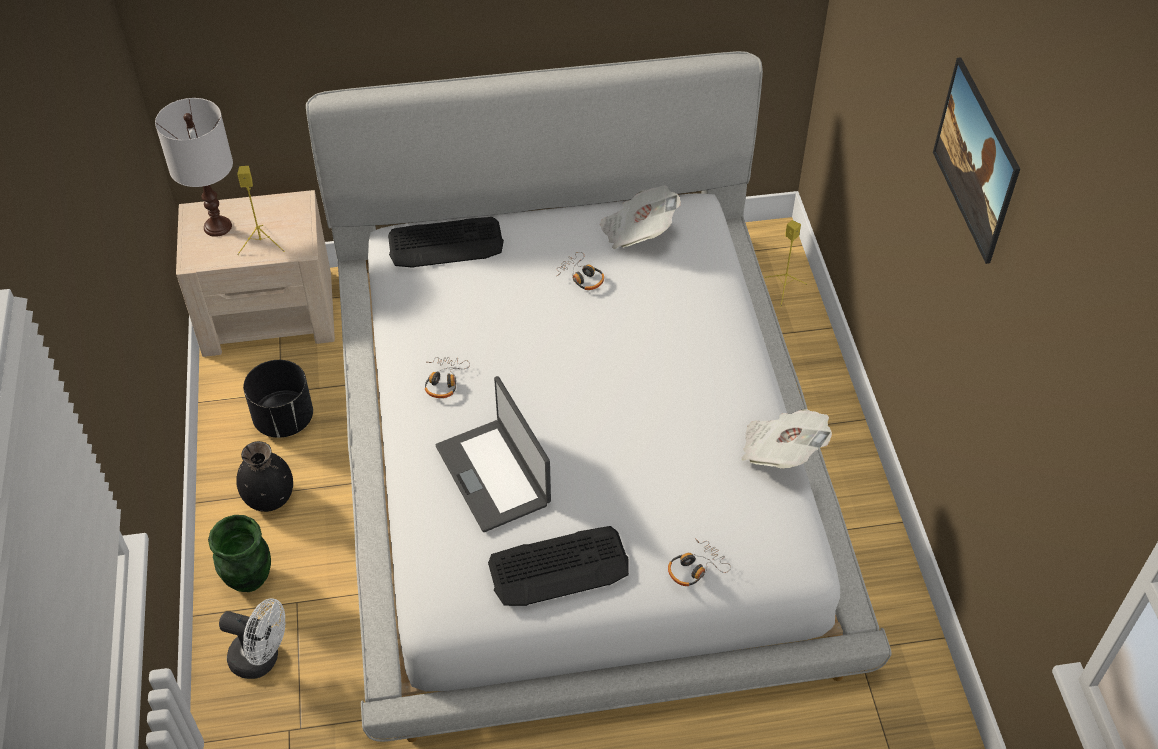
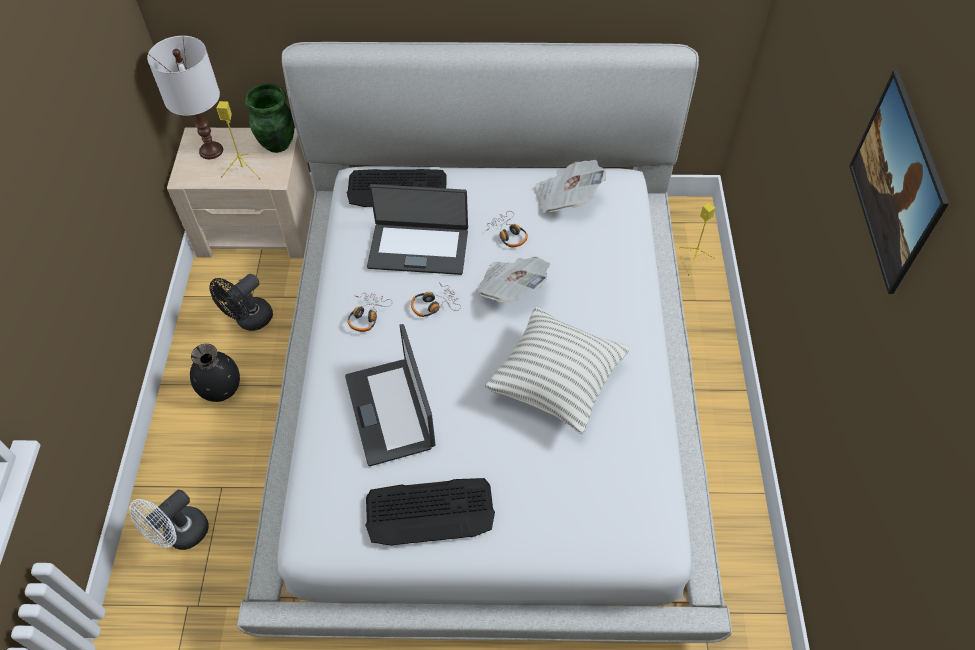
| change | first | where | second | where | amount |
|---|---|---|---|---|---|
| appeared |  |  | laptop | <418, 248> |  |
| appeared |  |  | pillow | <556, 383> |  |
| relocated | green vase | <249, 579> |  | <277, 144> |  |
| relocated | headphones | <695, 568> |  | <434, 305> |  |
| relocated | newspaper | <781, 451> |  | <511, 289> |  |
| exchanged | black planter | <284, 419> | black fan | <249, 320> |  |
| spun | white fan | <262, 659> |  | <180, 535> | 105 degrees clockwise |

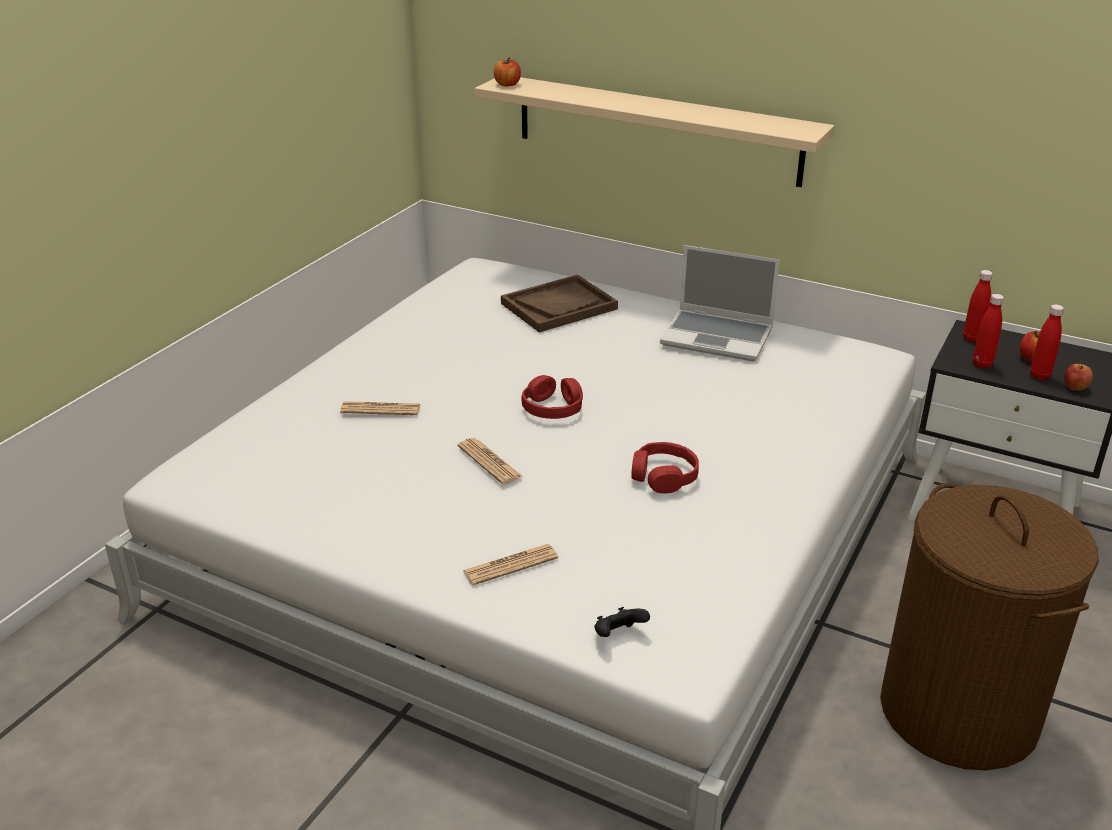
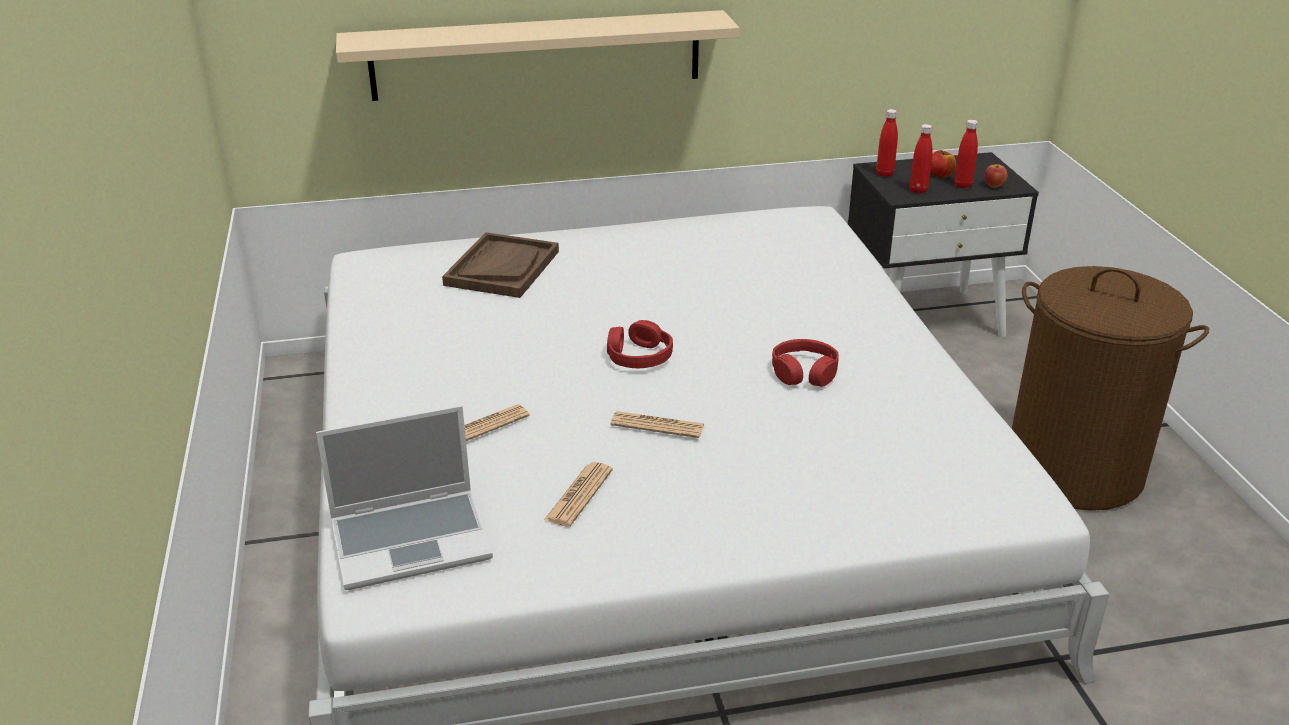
| change | first | where | second | where | amount |
|---|---|---|---|---|---|
| missing | apple | <507, 84> |  |  |  |
| missing | black game controller | <618, 635> |  |  |  |
| relocated | newspaper | <510, 565> |  | <579, 495> |  |
| relocated | laptop | <718, 337> |  | <412, 539> |  |

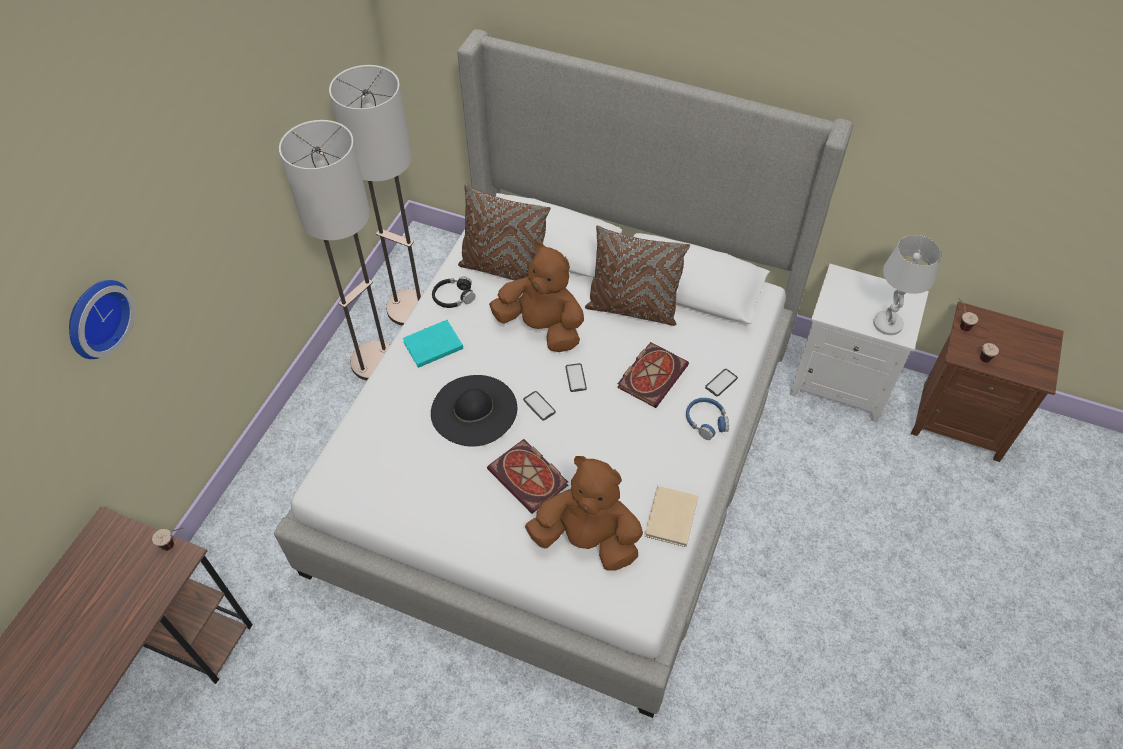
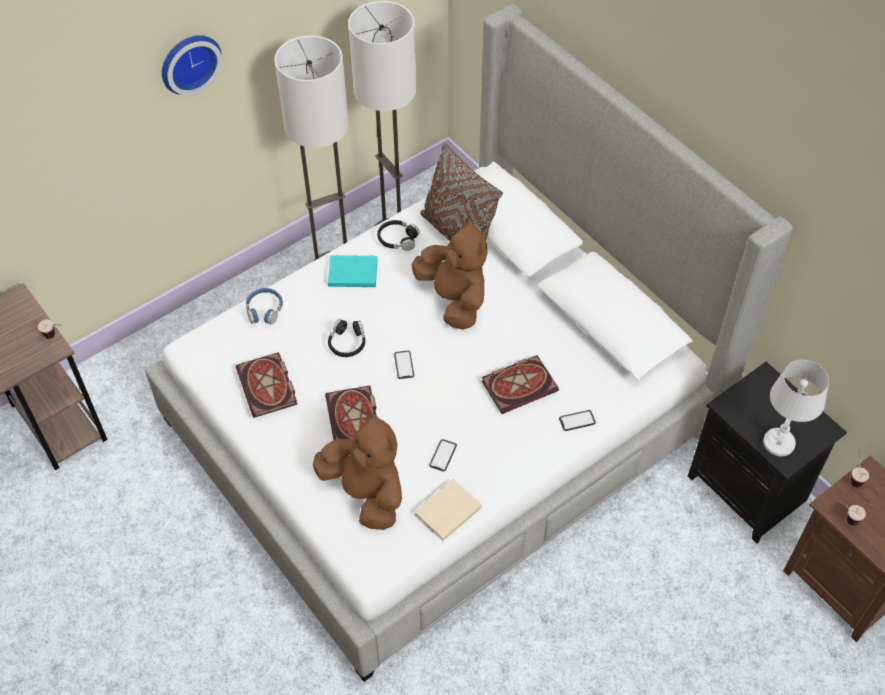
| change | first | where | second | where | amount |
|---|---|---|---|---|---|
| missing | brown pillow | <632, 308> |  |  |  |
| appeared |  |  | book | <268, 387> |  |
| relocated | wall clock | <95, 317> |  | <188, 62> |  |
| relocated | phone | <575, 378> |  | <443, 455> |  |
| relocated | blue headphones | <706, 421> |  | <264, 310> |  |
| exchanged | black hat | <474, 410> | black headphones | <347, 343> |  |
| colour | white nightstand | <842, 382> | black nightstand | <750, 489> |  |

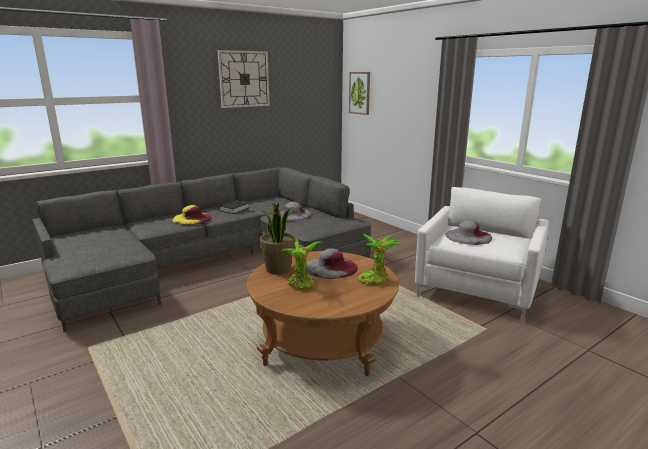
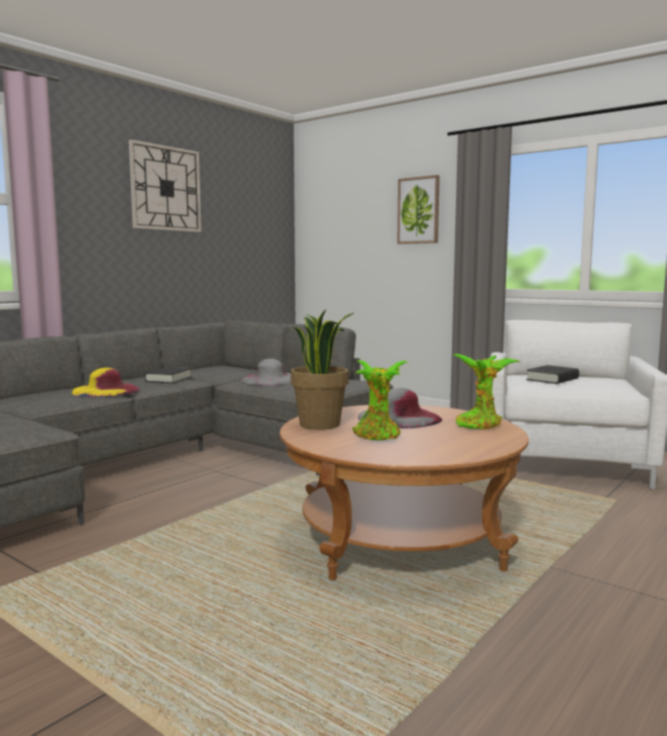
| change | first | where | second | where | amount |
|---|---|---|---|---|---|
| relocated | picture | <360, 93> |  | <418, 210> |  |
| exchanged | grey hat | <468, 236> | black book | <552, 379> |  |

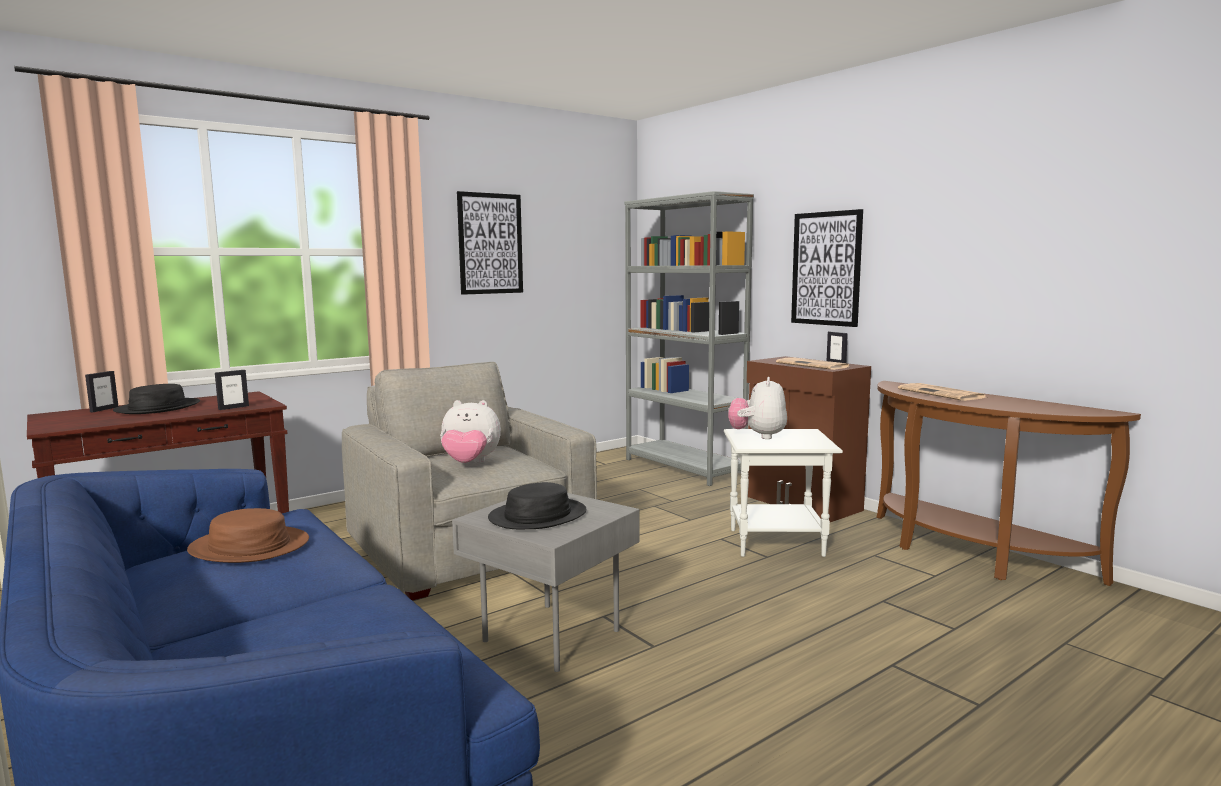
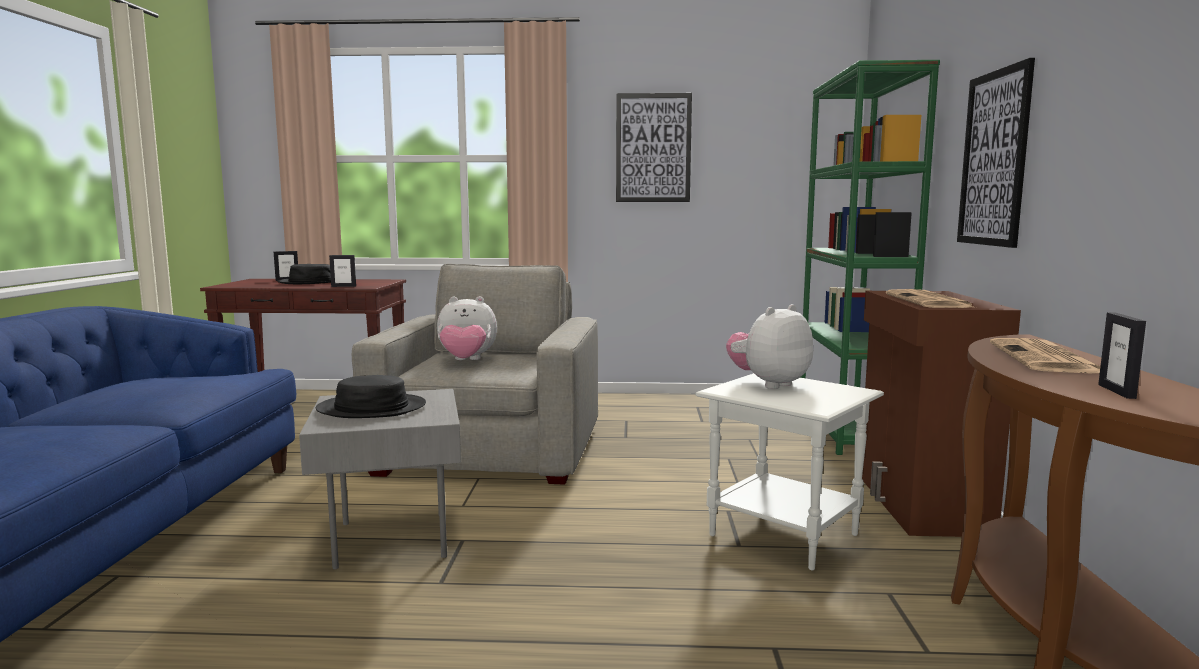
| change | first | where | second | where | amount |
|---|---|---|---|---|---|
| missing | brown hat | <249, 547> |  |  |  |
| relocated | picture frame | <836, 362> |  | <1117, 391> |  |
| colour | grey bookcase | <684, 467> | green bookcase | <848, 429> |  |
| spun | plush toy | <470, 464> |  | <466, 361> | 45 degrees counterclockwise |

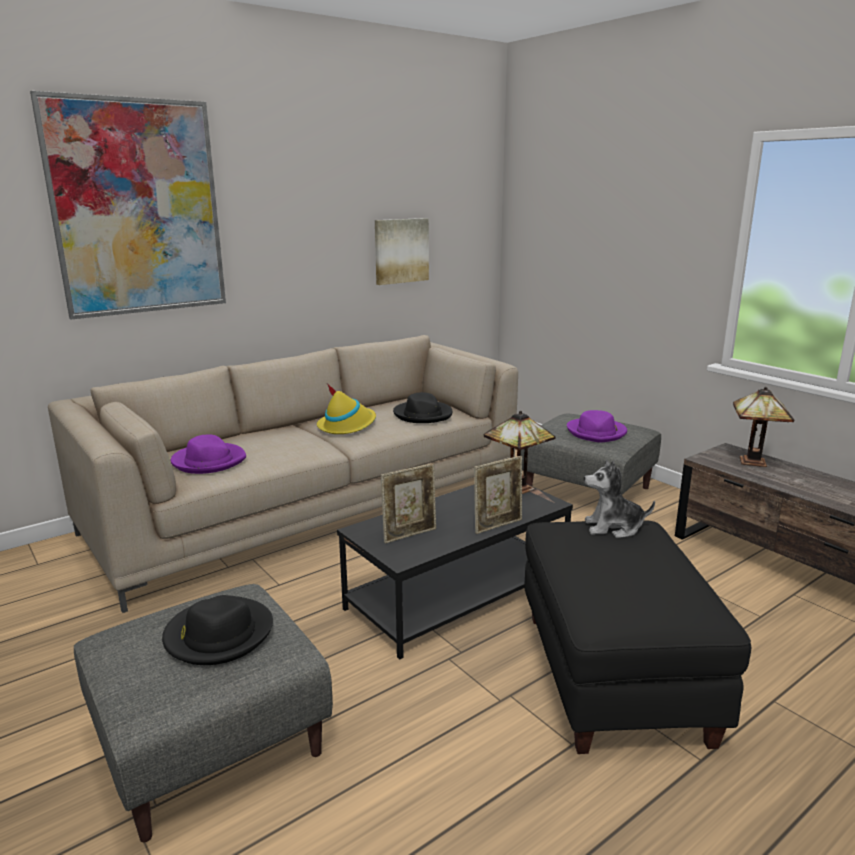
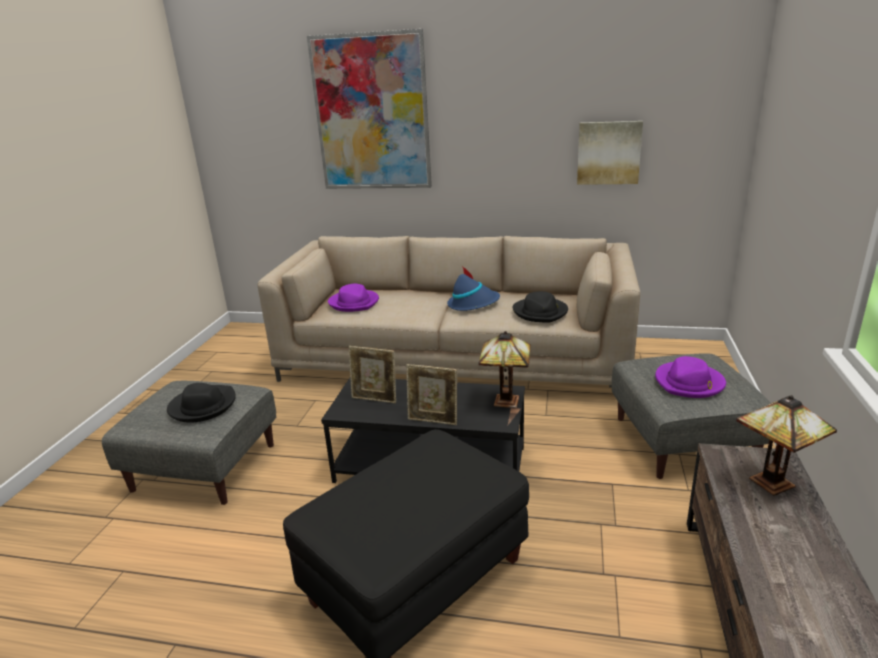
| change | first | where | second | where | amount |
|---|---|---|---|---|---|
| missing | plush toy | <613, 528> |  |  |  |
| colour | yellow hat | <347, 425> | blue hat | <473, 304> |  |

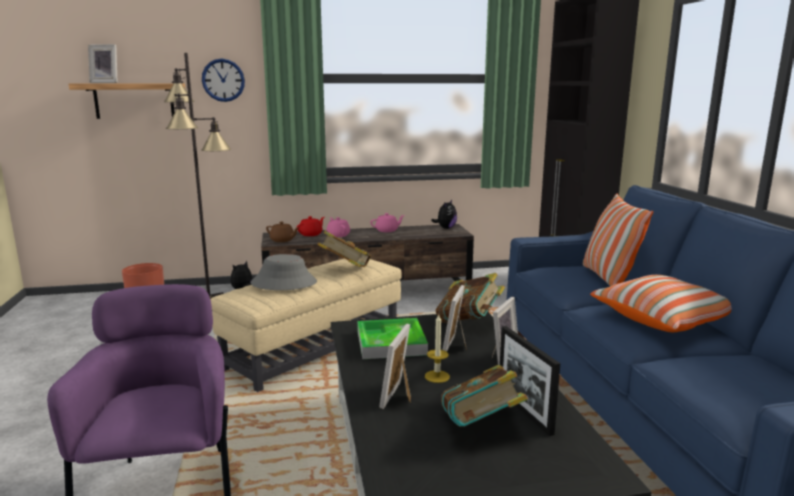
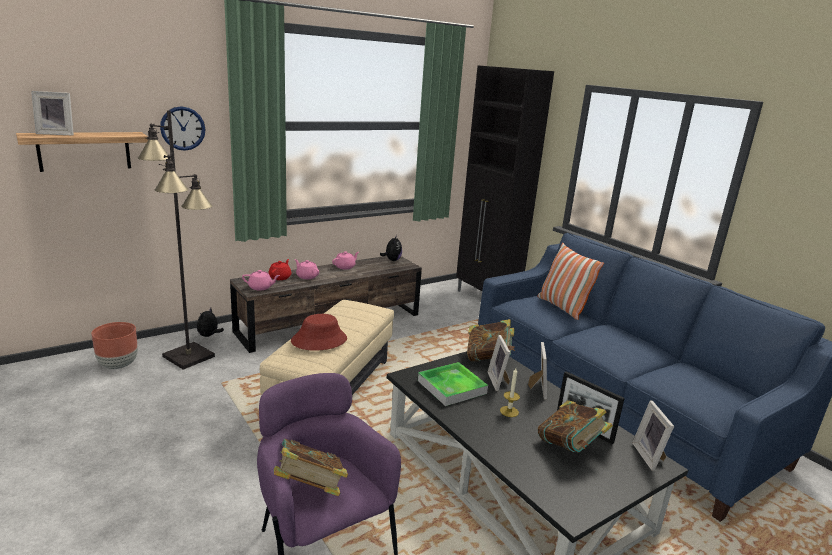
| change | first | where | second | where | amount |
|---|---|---|---|---|---|
| missing | pillow | <663, 319> |  |  |  |
| relocated | book | <345, 269> |  | <308, 489> |  |
| relocated | picture frame | <400, 396> |  | <650, 456> |  |
| colour | grey hat | <284, 283> | red hat | <319, 340> |  |
| colour | brown teapot | <282, 240> | pink teapot | <260, 287> |  |

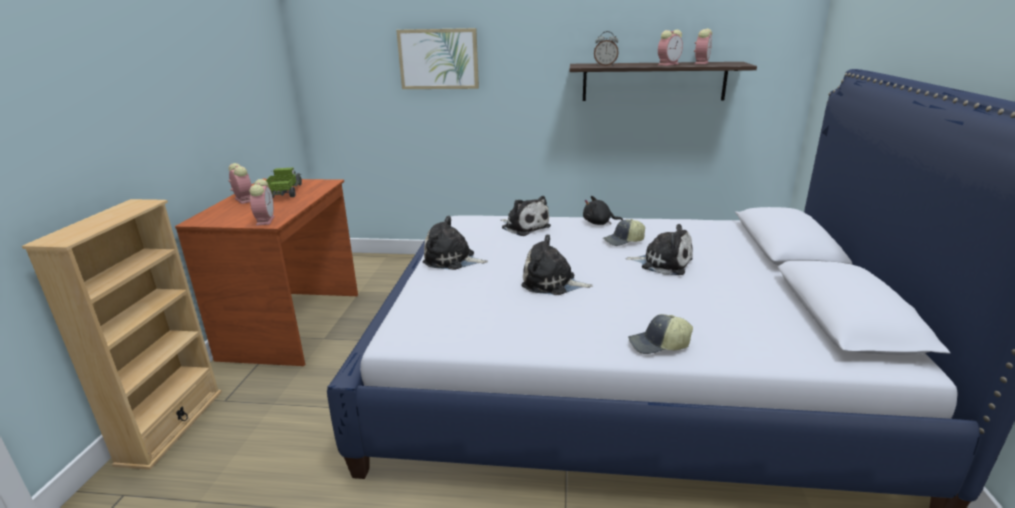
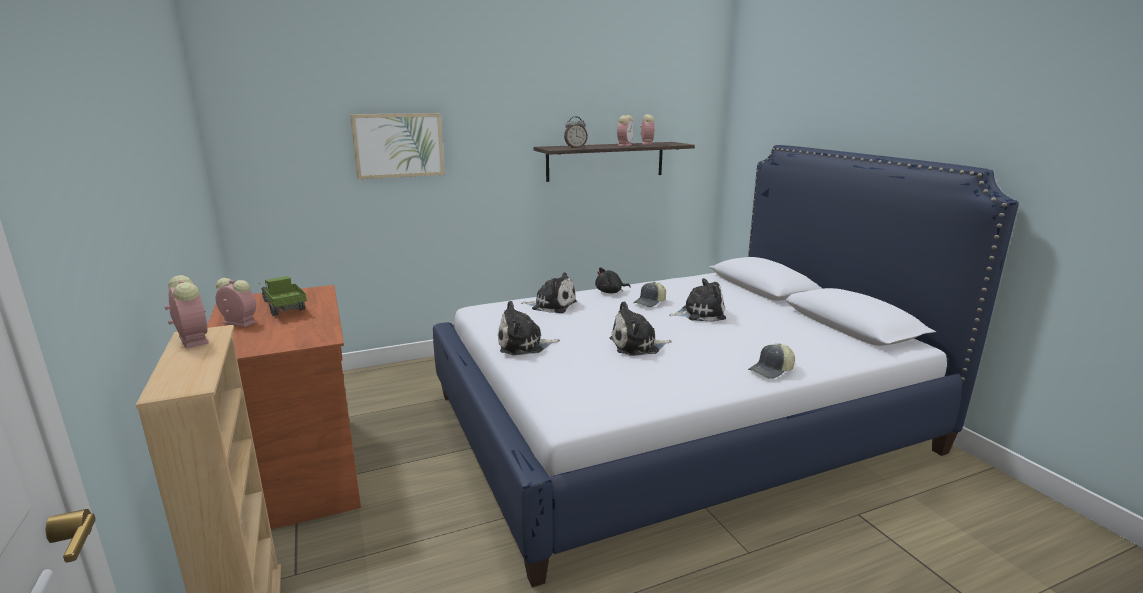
| change | first | where | second | where | amount |
|---|---|---|---|---|---|
| relocated | alarm clock | <265, 220> |  | <192, 339> |  |

